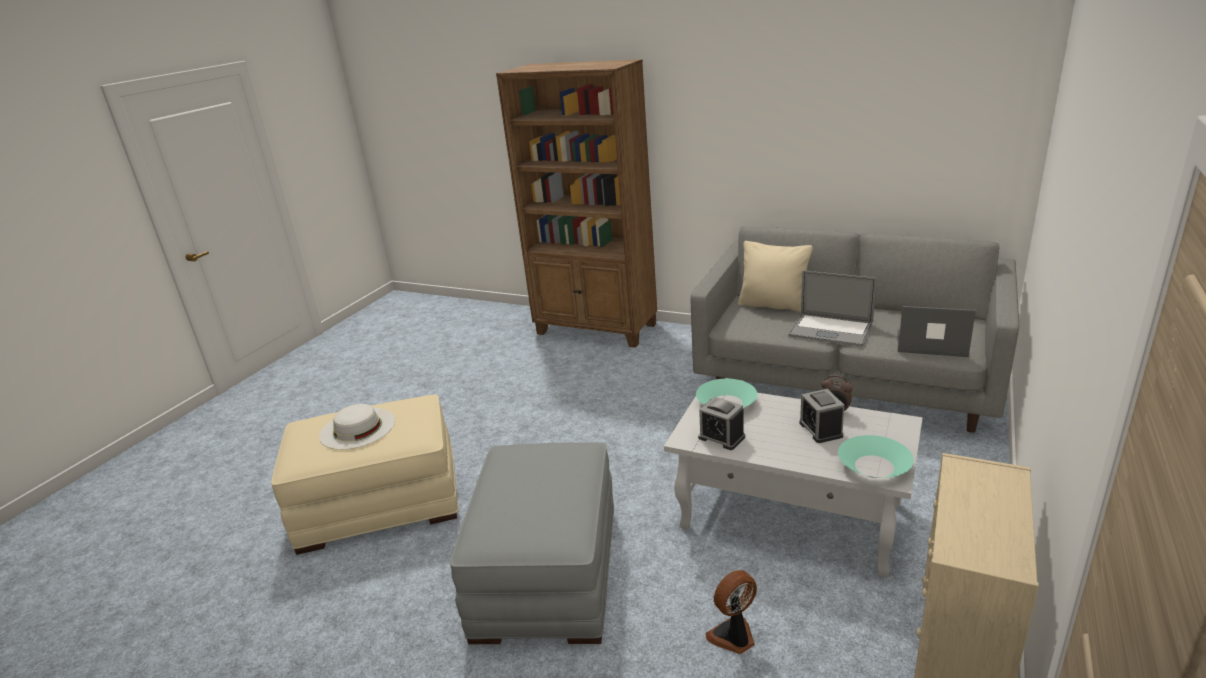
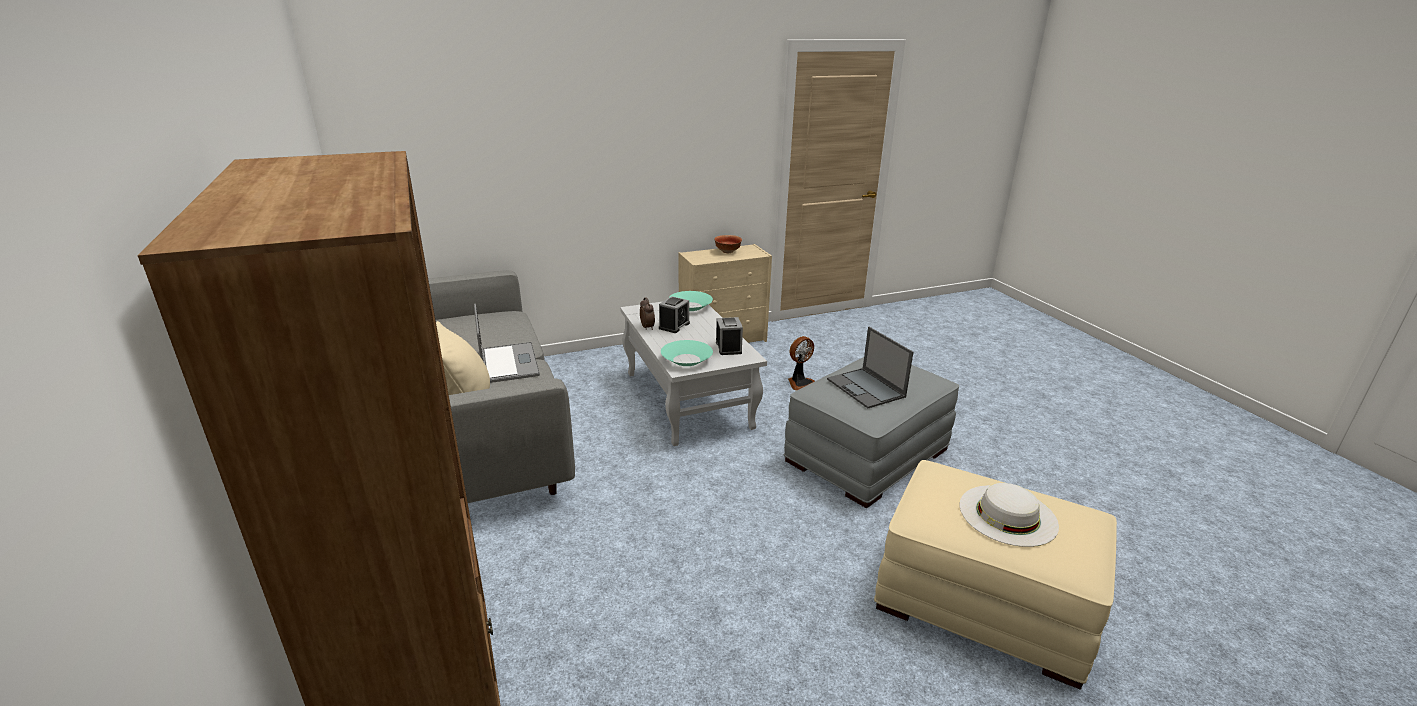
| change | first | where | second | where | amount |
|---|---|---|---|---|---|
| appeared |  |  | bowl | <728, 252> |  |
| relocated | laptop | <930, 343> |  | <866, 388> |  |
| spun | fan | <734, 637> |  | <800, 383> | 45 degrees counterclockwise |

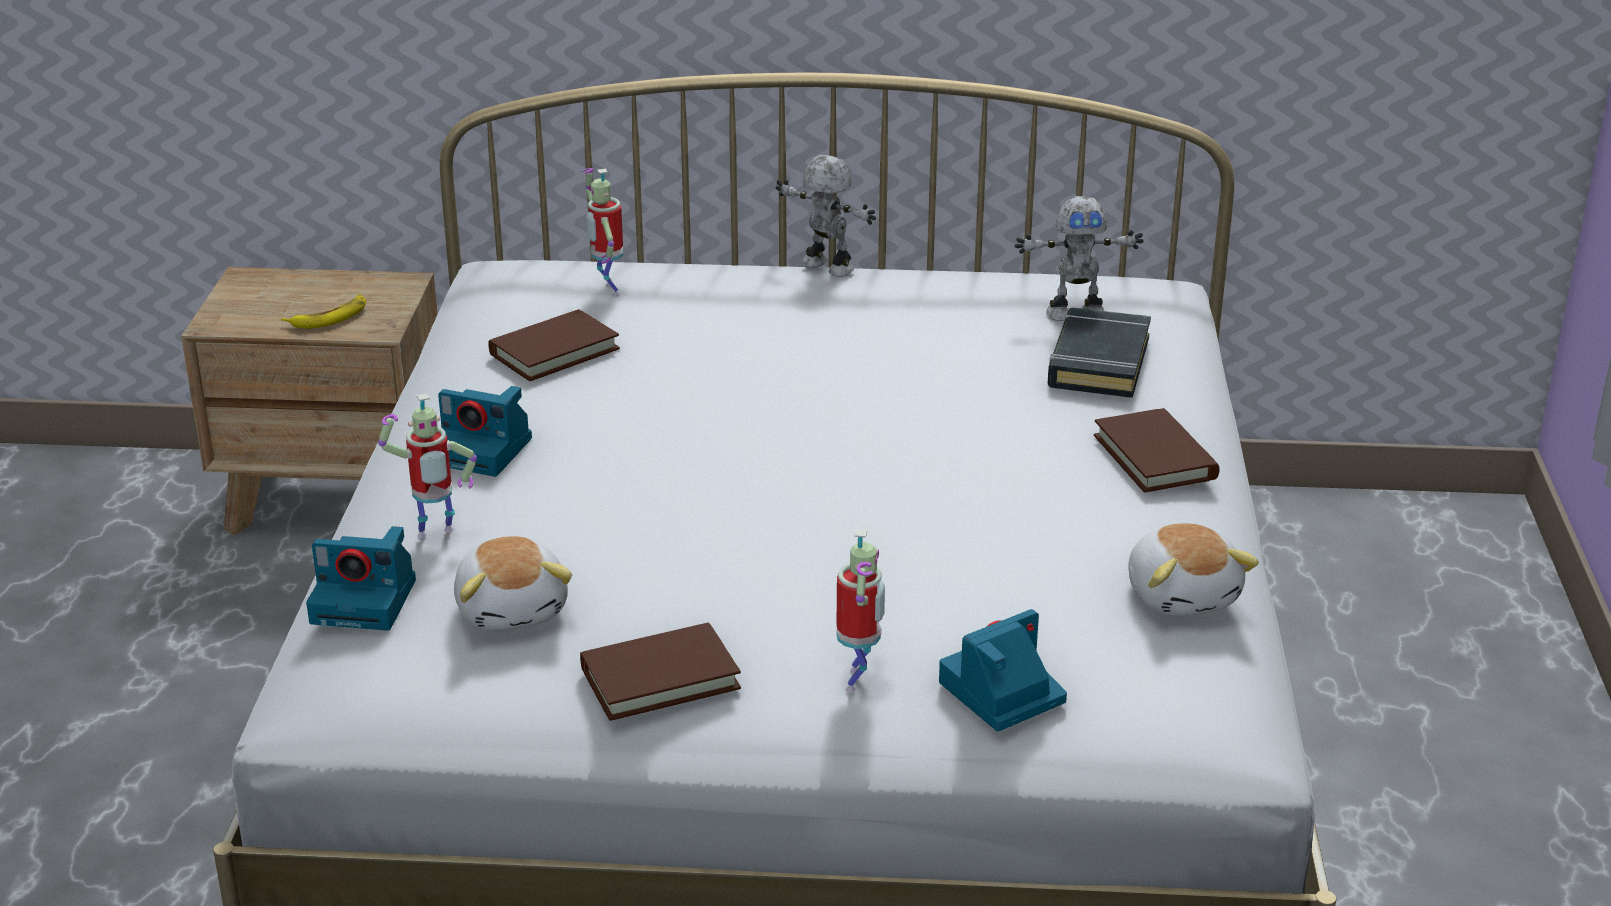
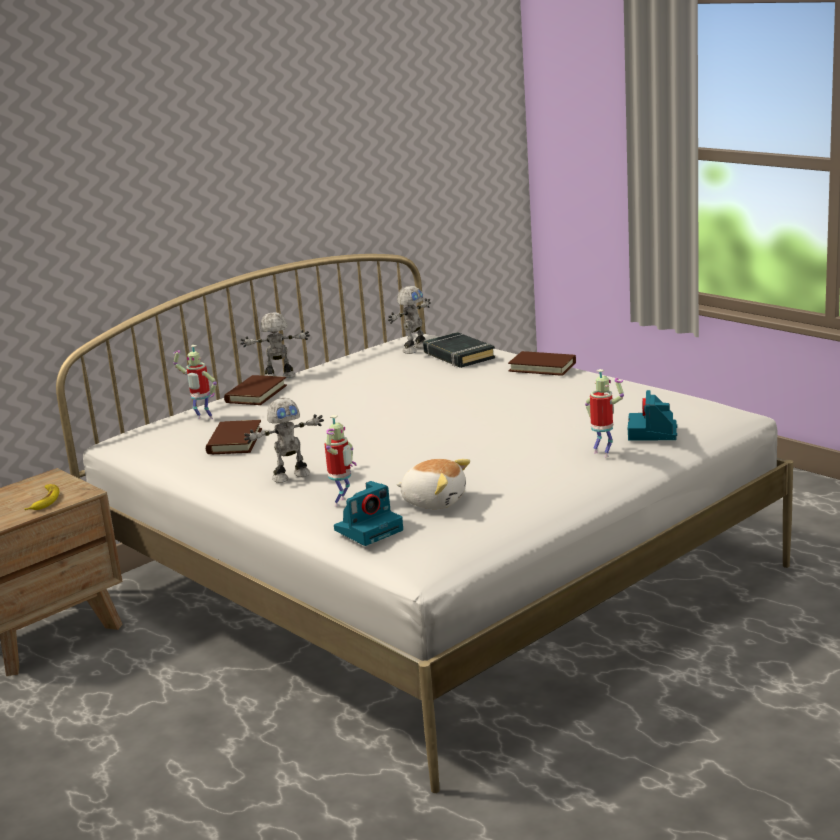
| change | first | where | second | where | amount |
|---|---|---|---|---|---|
| missing | plush toy | <1183, 595> |  |  |  |
| relocated | brown book | <660, 678> |  | <256, 394> |  |
| exchanged | photo camera | <484, 450> | toy robot | <290, 476> |  |

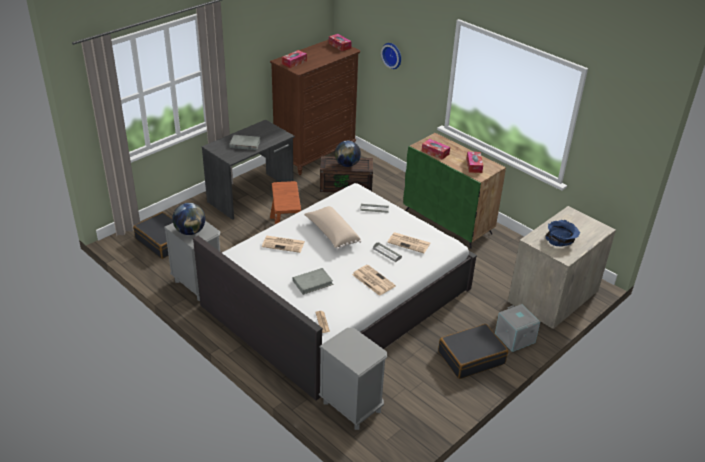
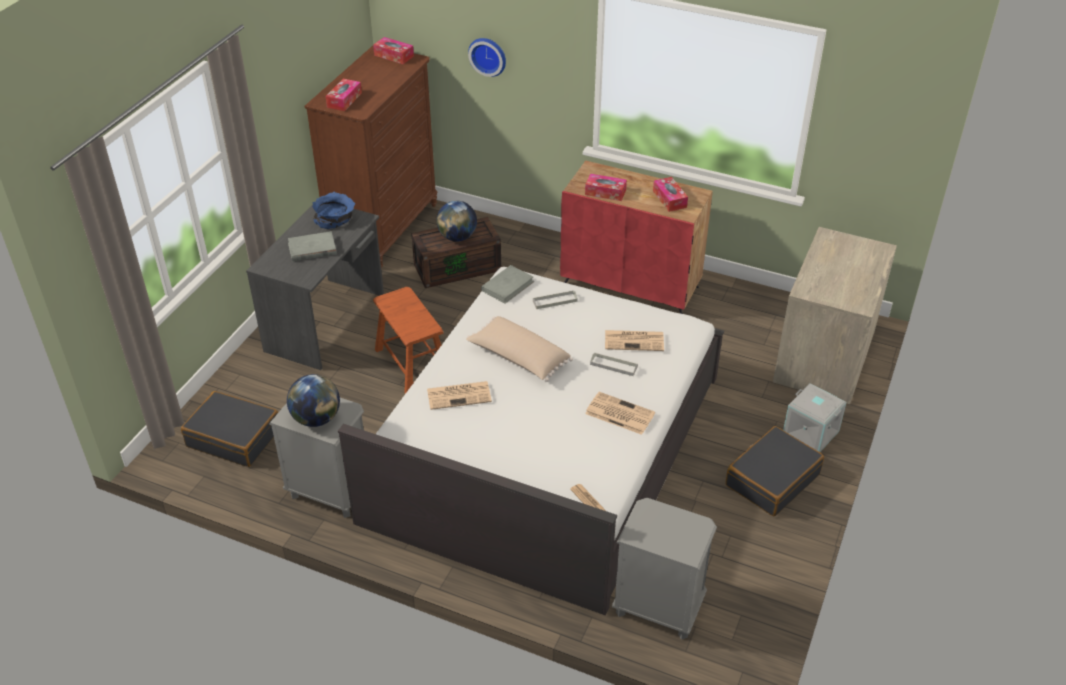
| change | first | where | second | where | amount |
|---|---|---|---|---|---|
| relocated | grey book | <313, 282> |  | <507, 286> |  |
| relocated | blue bowl | <561, 239> |  | <335, 218> |  |
| colour | green cabinet | <448, 222> | red cabinet | <631, 285> |  |

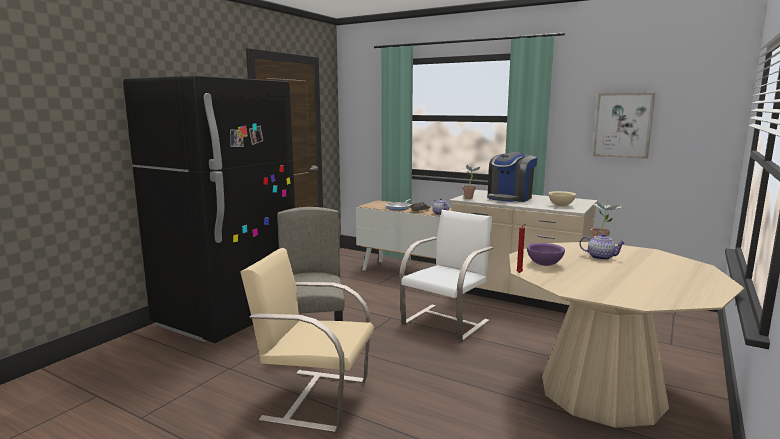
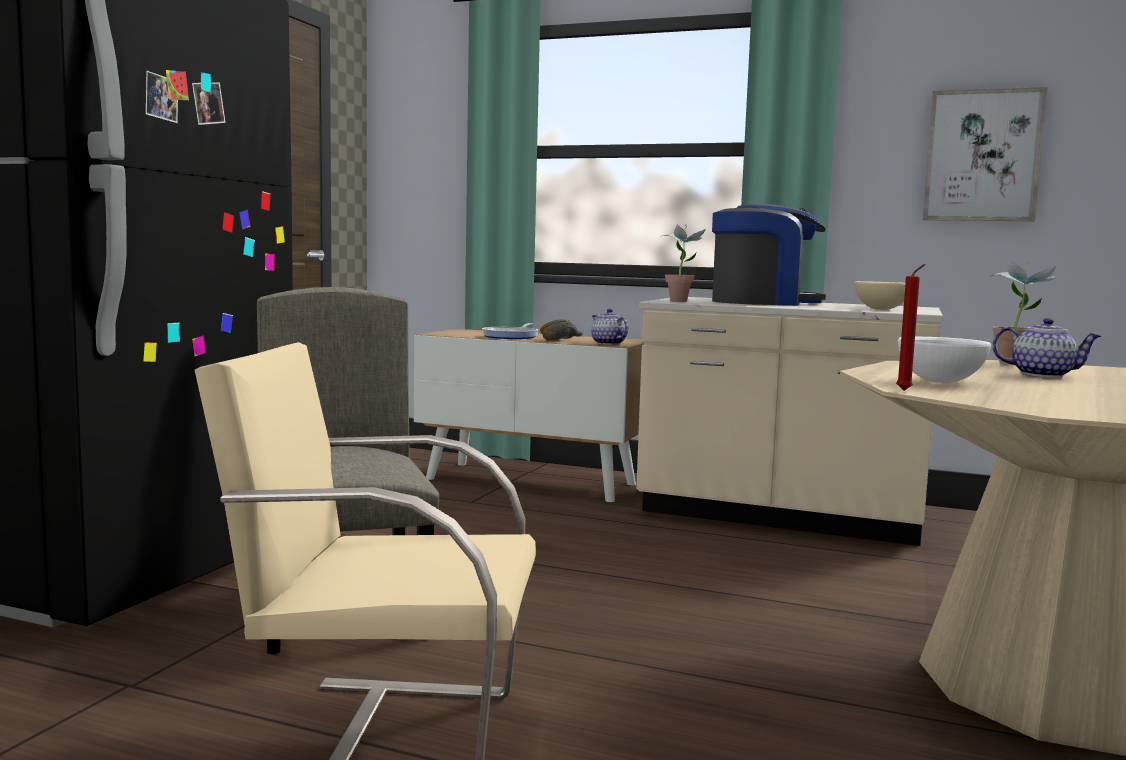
| change | first | where | second | where | amount |
|---|---|---|---|---|---|
| missing | white chair | <447, 322> |  |  |  |
| colour | purple bowl | <545, 264> | white bowl | <941, 381> |  |
| spun | coffee machine | <510, 198> |  | <763, 302> | 120 degrees counterclockwise |

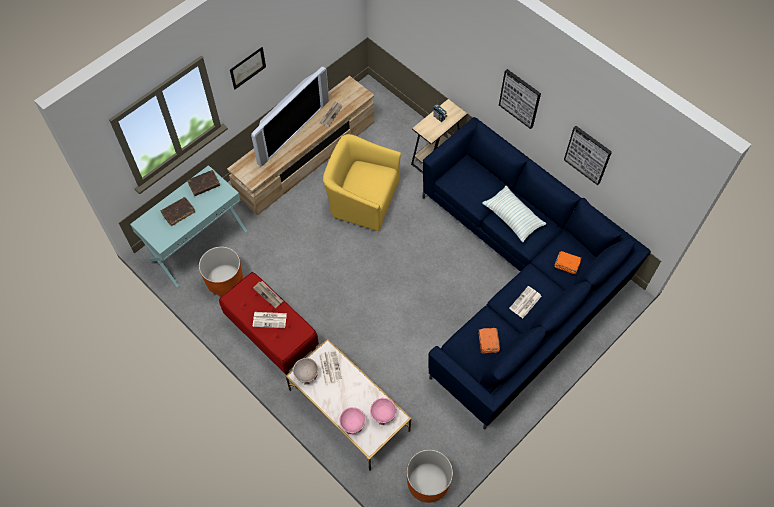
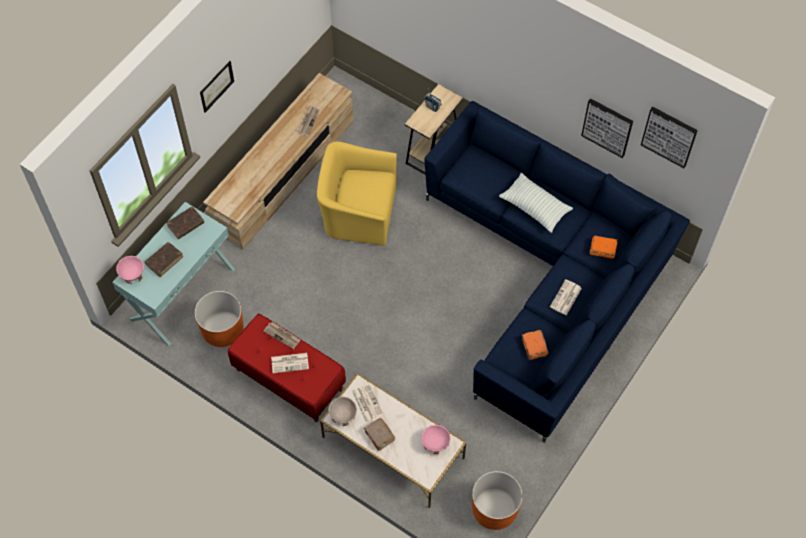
| change | first | where | second | where | amount |
|---|---|---|---|---|---|
| missing | television | <291, 131> |  |  |  |
| appeared |  |  | brown book | <379, 436> |  |
| relocated | pink bowl | <353, 424> |  | <133, 275> |  |
| relocated | picture | <520, 98> |  | <669, 136> |  |

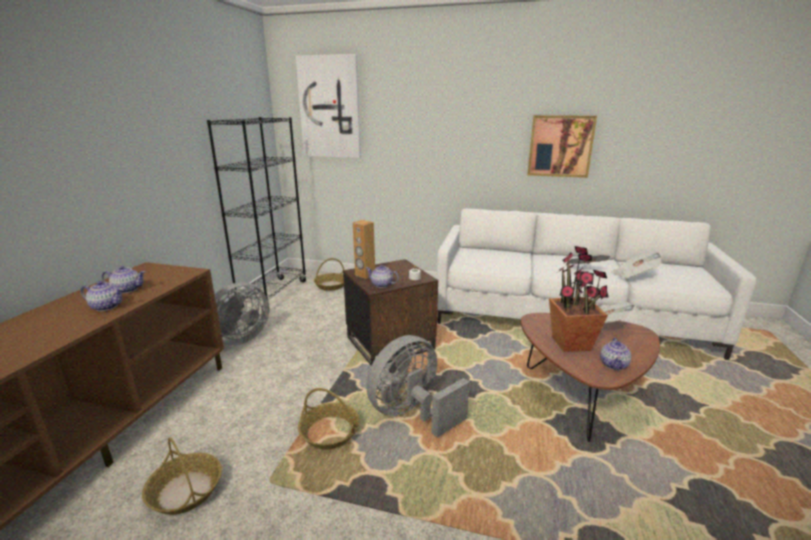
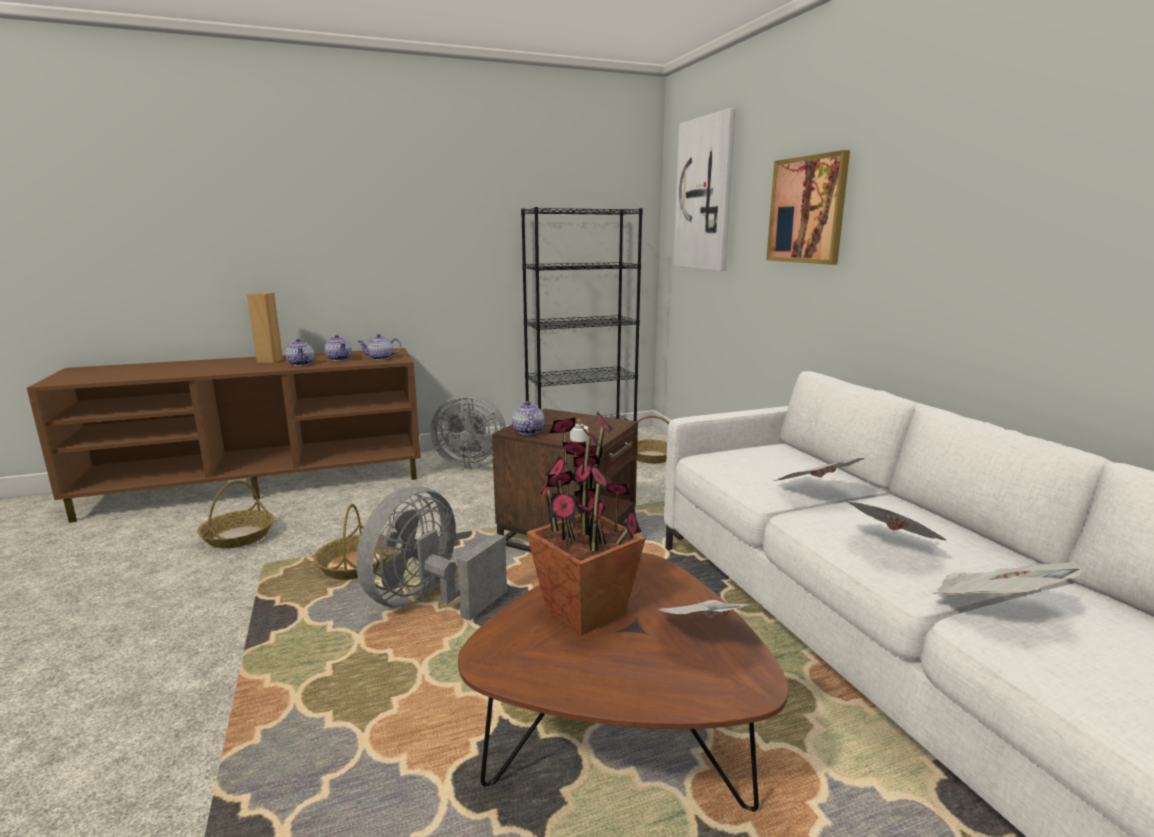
| change | first | where | second | where | amount |
|---|---|---|---|---|---|
| appeared |  |  | newspaper | <814, 490> |  |
| relocated | brown speaker | <365, 275> |  | <269, 361> |  |
| relocated | picture | <560, 146> |  | <807, 210> |  |
| relocated | teapot | <614, 364> |  | <381, 358> |  |
| spun | grey fan | <412, 413> |  | <428, 601> | 75 degrees counterclockwise |

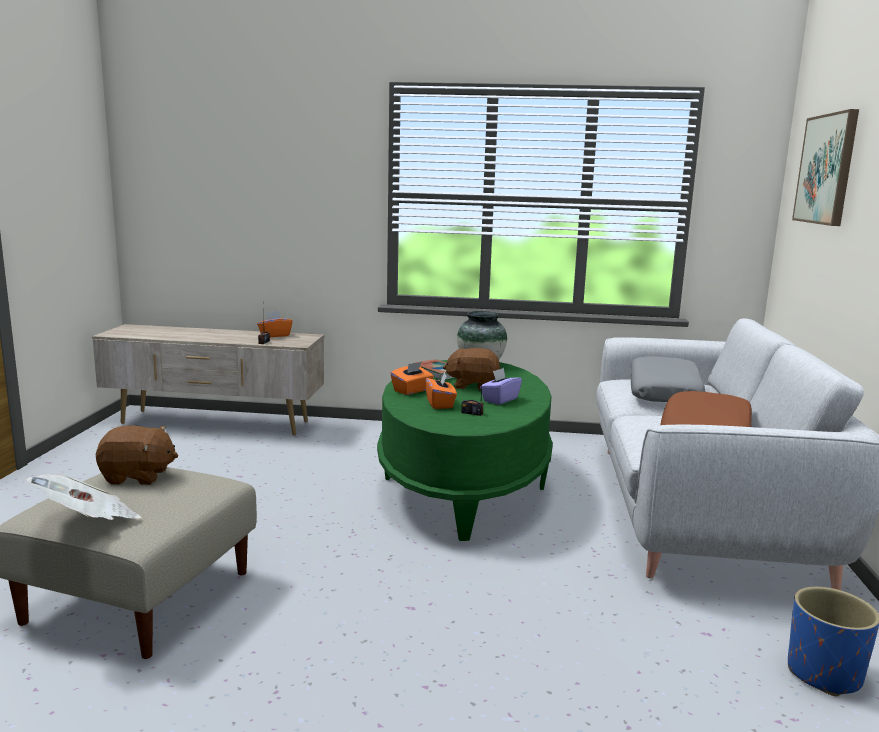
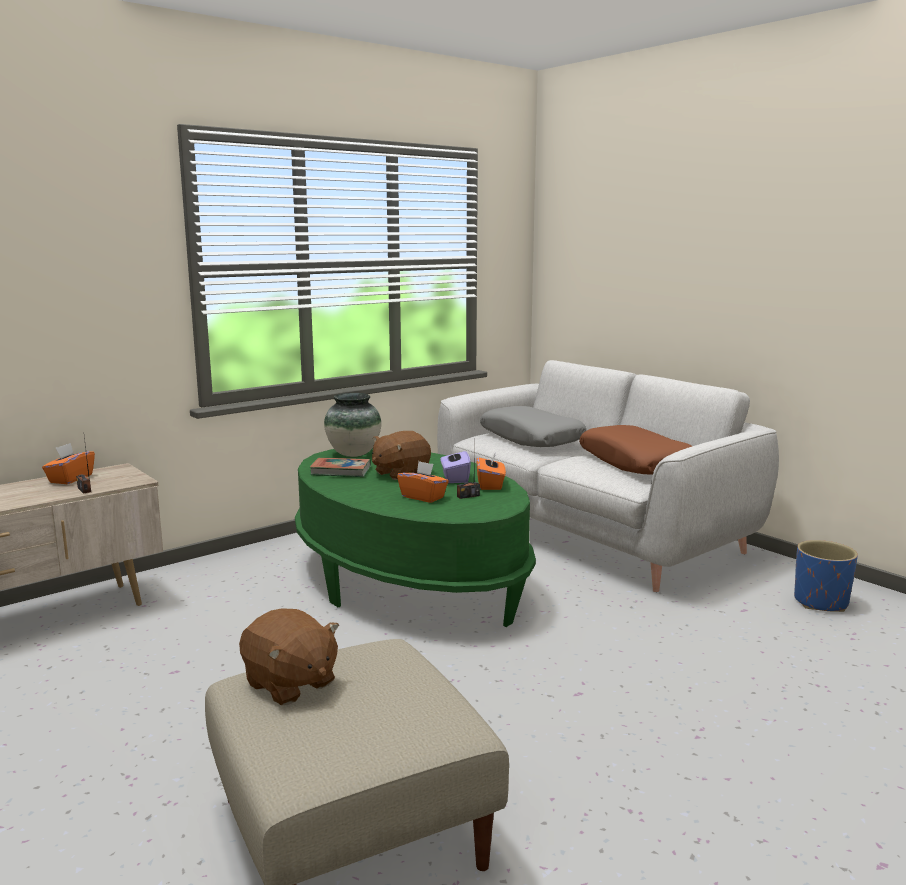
| change | first | where | second | where | amount |
|---|---|---|---|---|---|
| missing | newspaper | <89, 521> |  |  |  |
| missing | picture | <826, 169> |  |  |  |
| relocated | orange tissue box | <412, 391> |  | <490, 485> |  |
| spun | brown plush toy | <137, 476> |  | <290, 684> | 90 degrees clockwise |

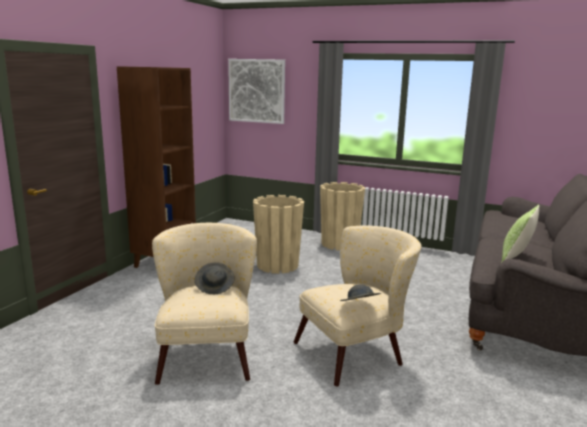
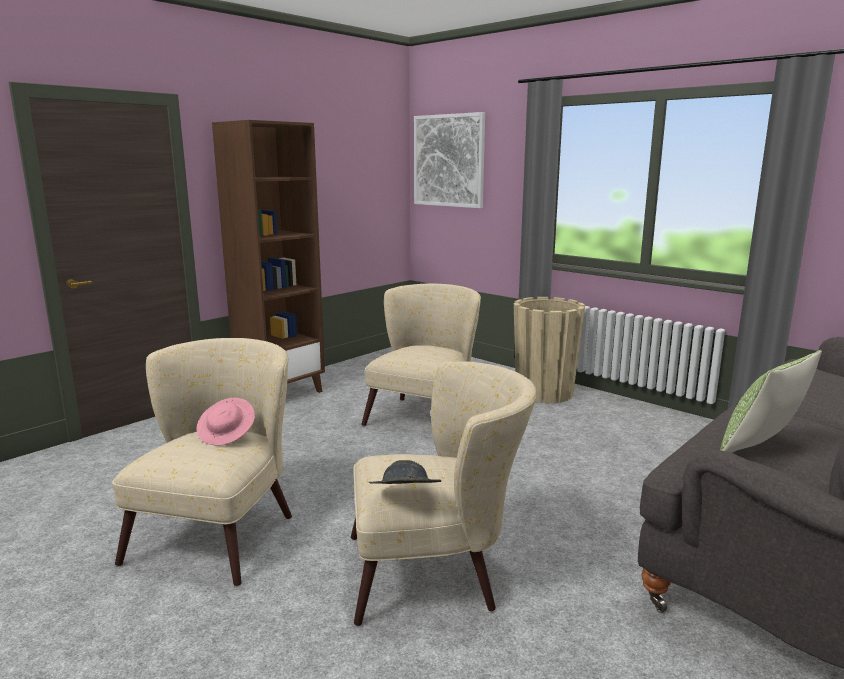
| change | first | where | second | where | amount |
|---|---|---|---|---|---|
| exchanged | beige planter | <277, 265> | beige armchair | <426, 414> |  |
| colour | grey hat | <215, 287> | pink hat | <227, 434> |  |

